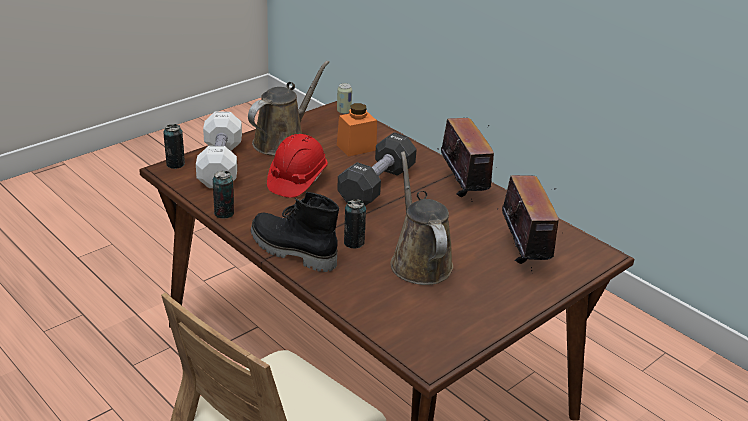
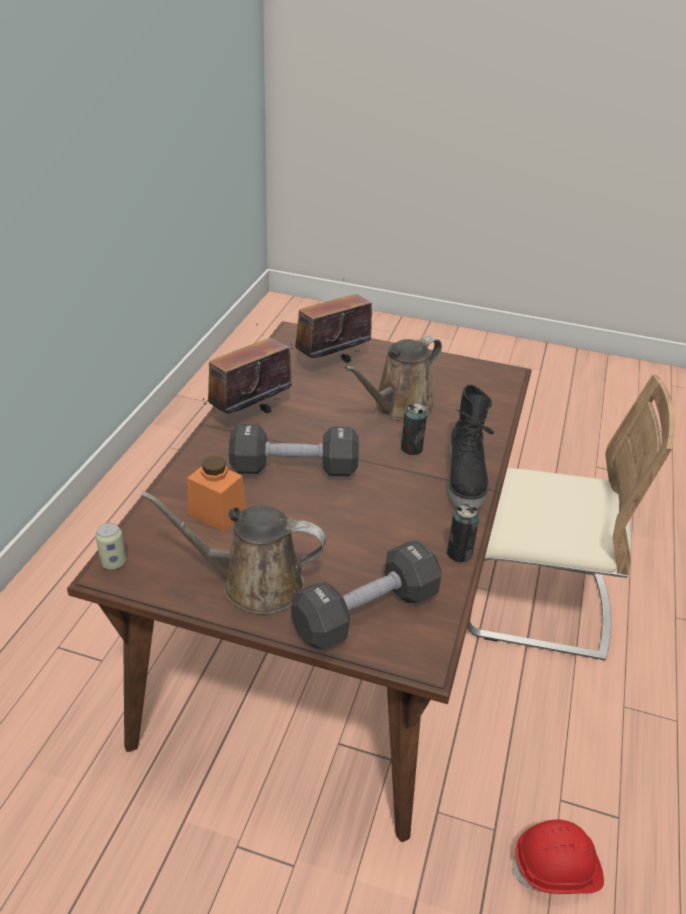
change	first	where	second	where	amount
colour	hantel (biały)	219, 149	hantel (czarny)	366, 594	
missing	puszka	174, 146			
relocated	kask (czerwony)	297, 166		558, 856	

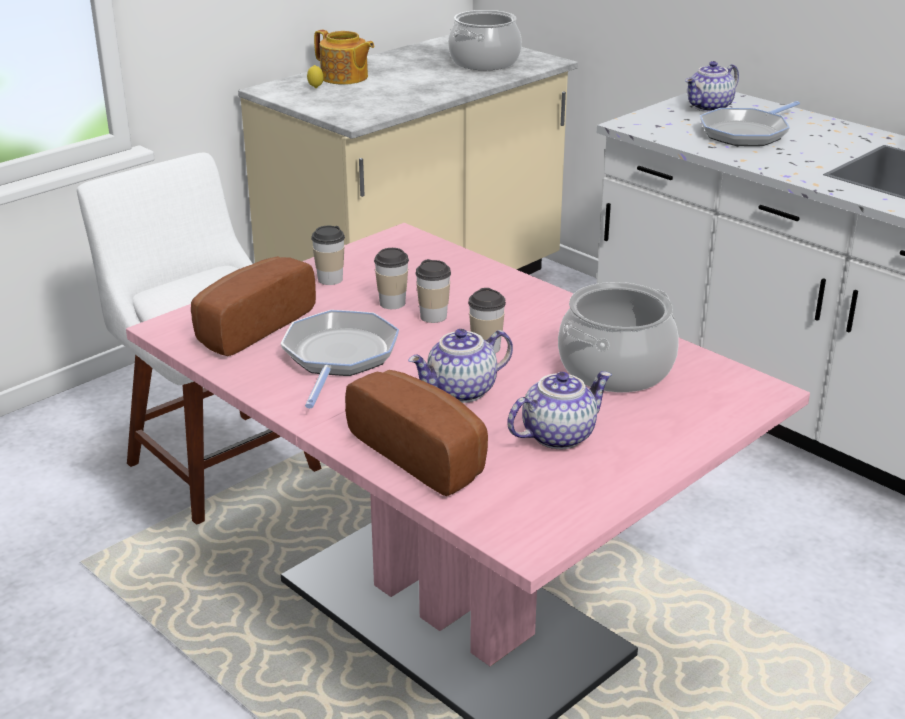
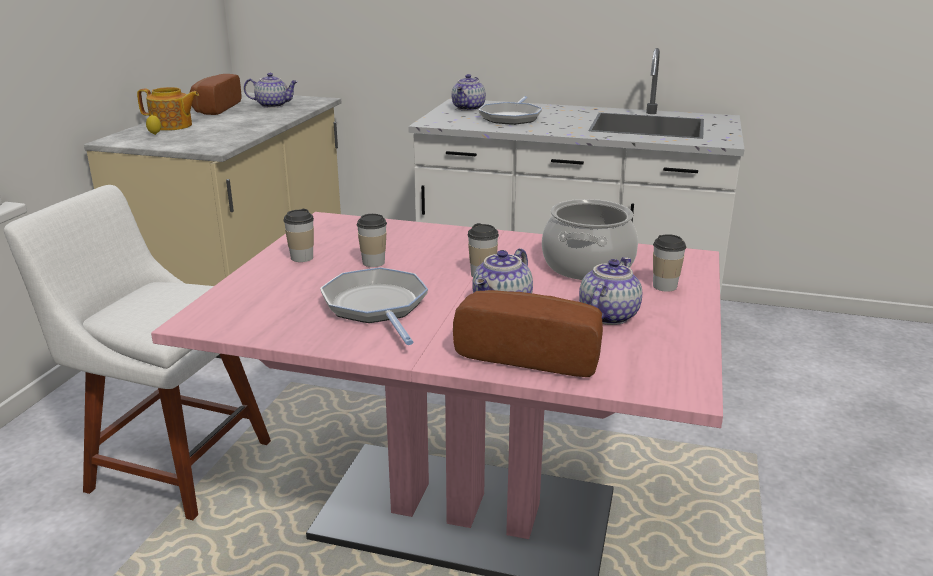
change	first	where	second	where	amount
exchanged	garnek	485, 40	imbryk	271, 90	
relocated	chleb	253, 306		215, 94	
relocated	filiżanka	433, 291		669, 263	

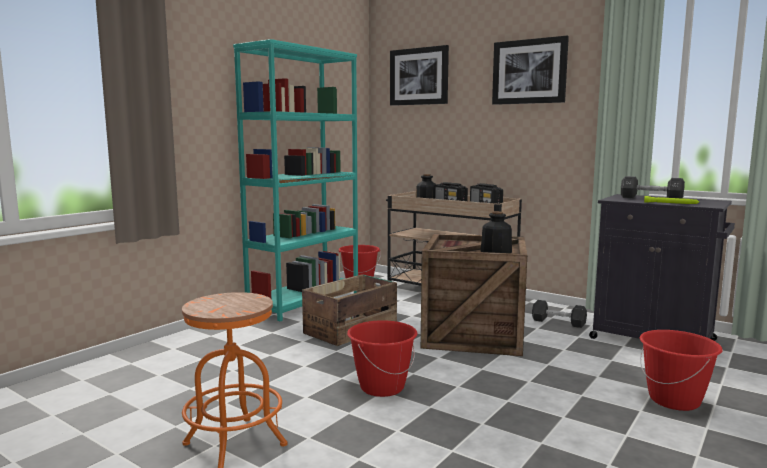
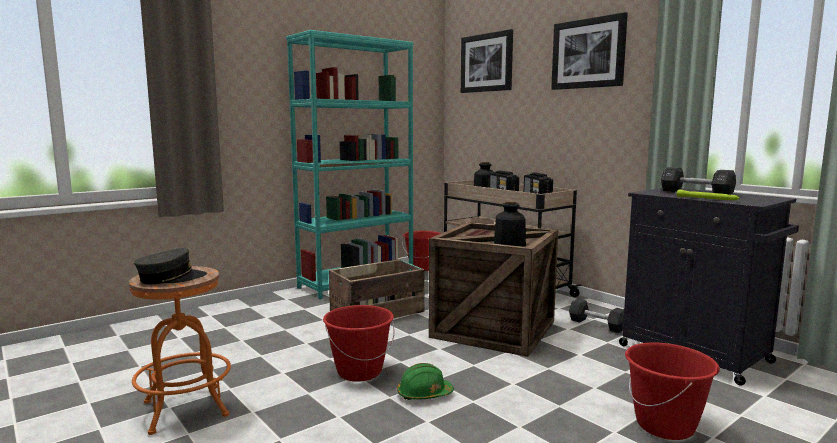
change	first	where	second	where	amount
appeared			czapka z daszkiem (szary)	170, 266	
appeared			kask (zielony)	425, 381	

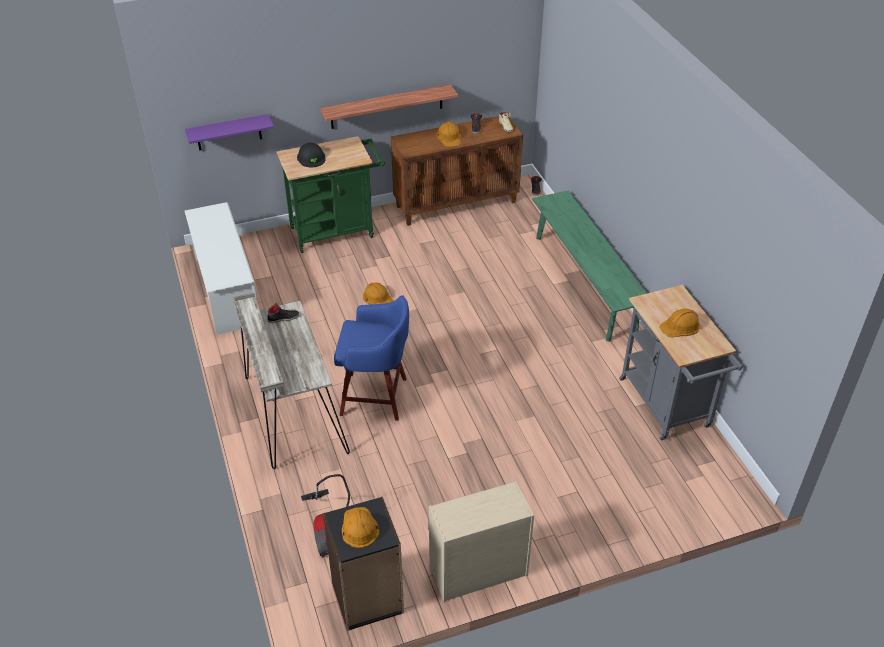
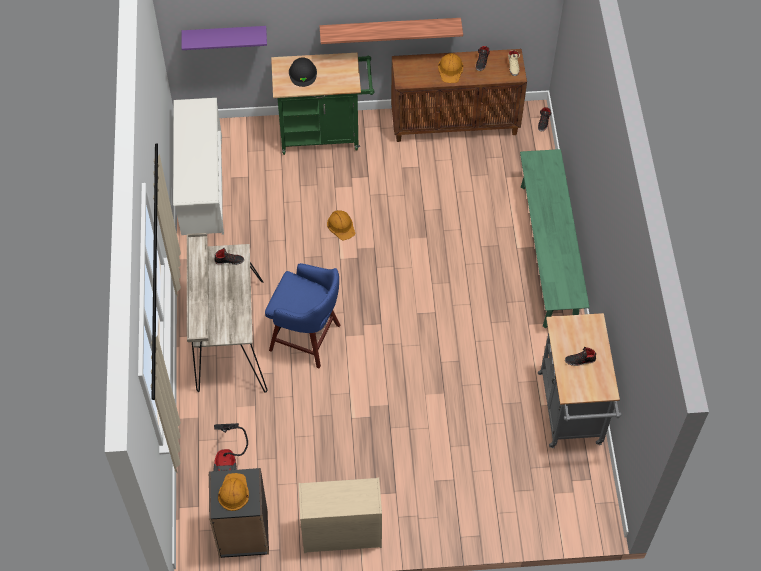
change	first	where	second	where	amount
exchanged	kask (pomarańczowy)	680, 323	but (czarny)	580, 356	

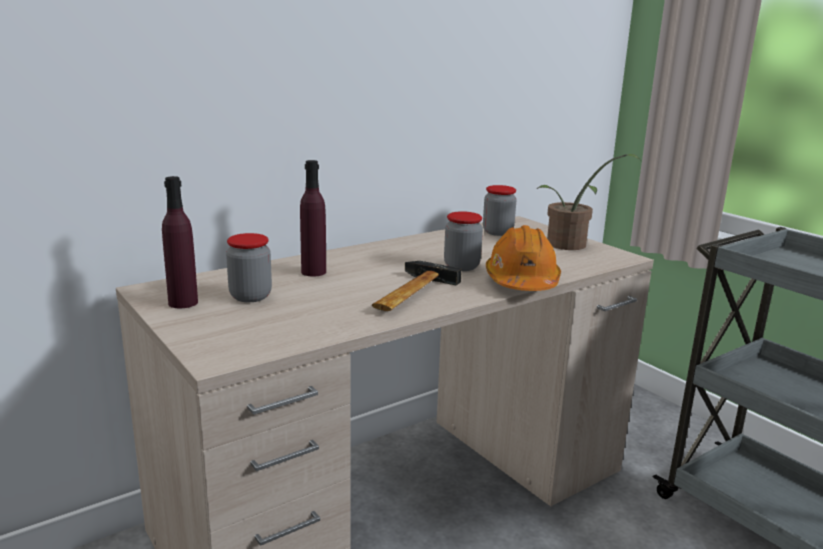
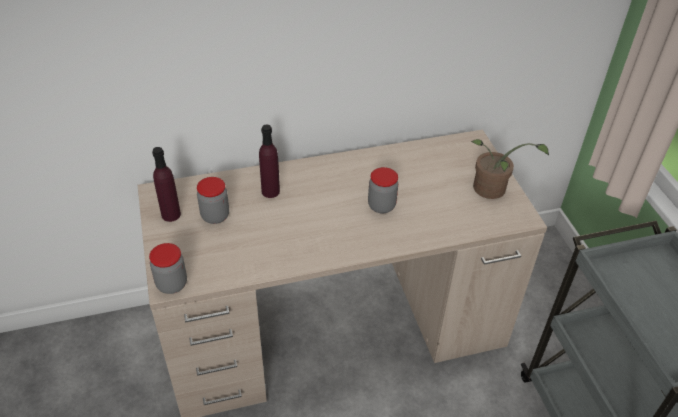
change	first	where	second	where	amount
relocated	słoik	500, 210		168, 268	
missing	kask (pomarańczowy)	523, 258			
missing	młotek	417, 286			

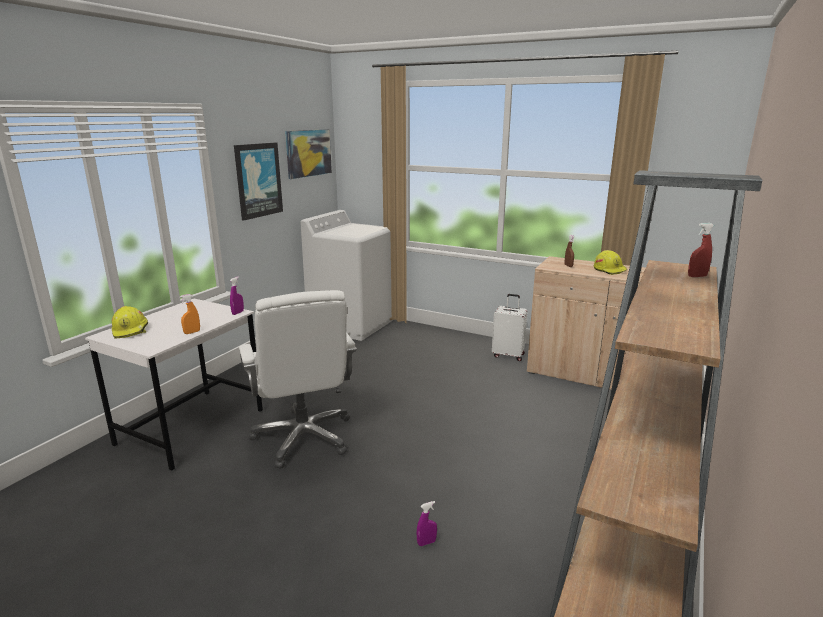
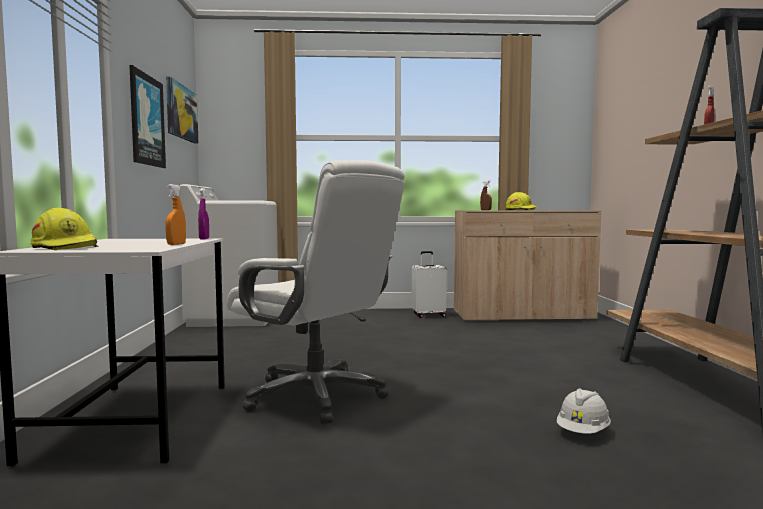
change	first	where	second	where	amount
exchanged	spryskiwacz (fioletowy)	427, 523	kask (biały)	584, 411	

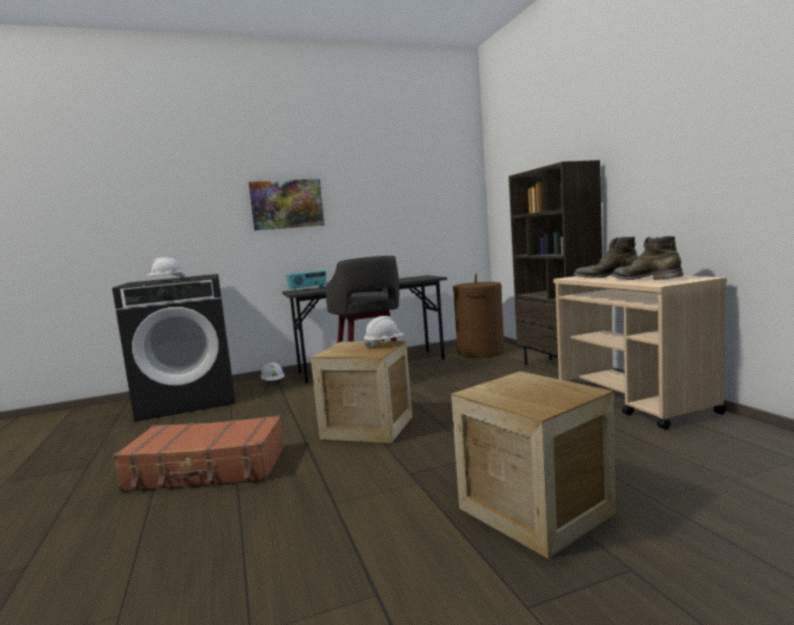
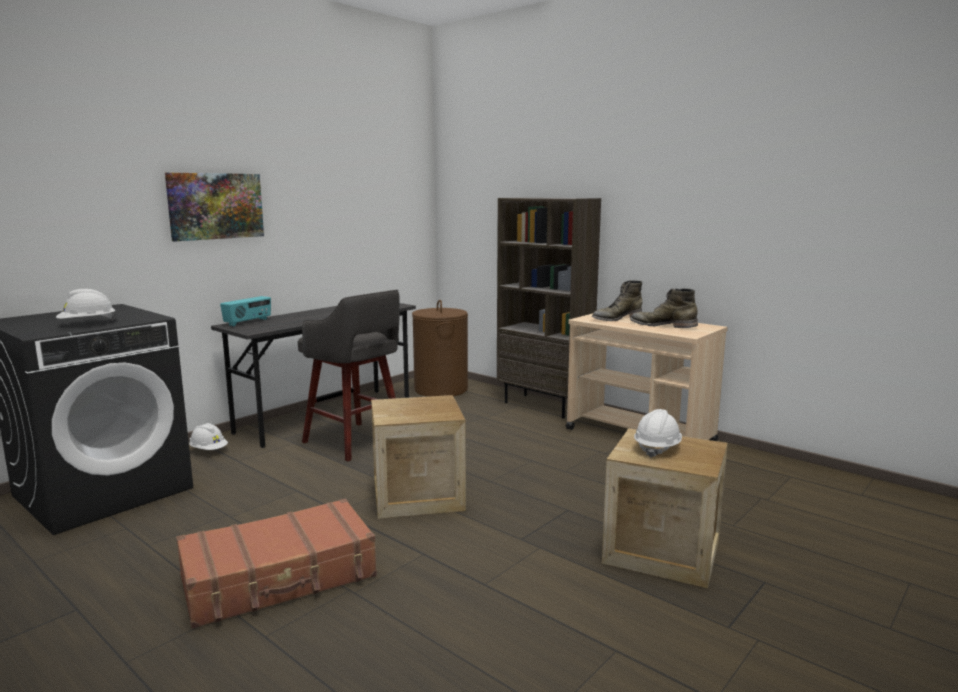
change	first	where	second	where	amount
relocated	kask (biały)	384, 332		658, 433	

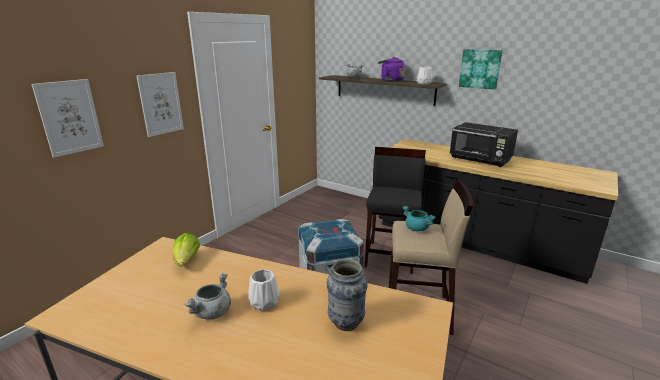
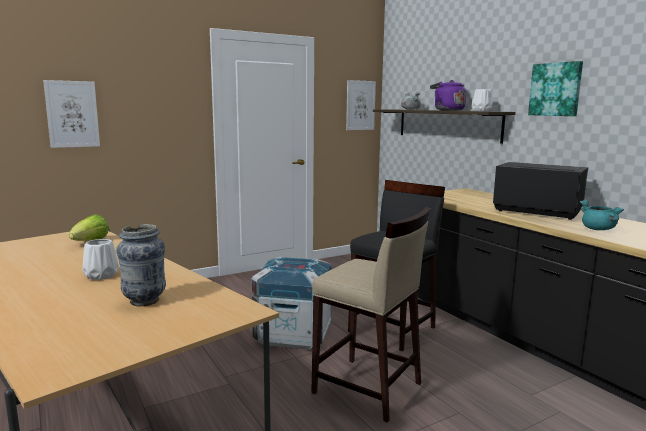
change	first	where	second	where	amount
relocated	obraz	160, 104		361, 105	
spun	mikrofalówka (czarny)	483, 144		540, 191	150 degrees clockwise
relocated	garnek (turkusowy)	419, 218		602, 215	
missing	garnek (szary)	208, 296			

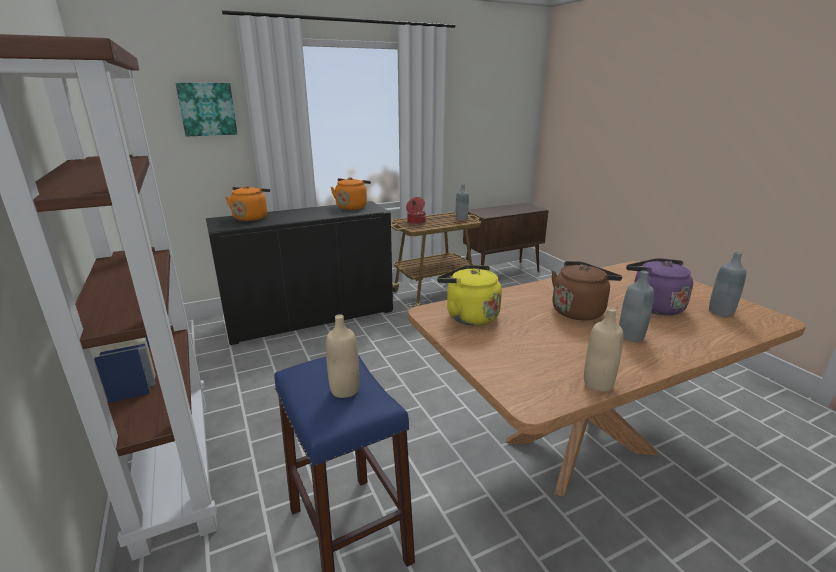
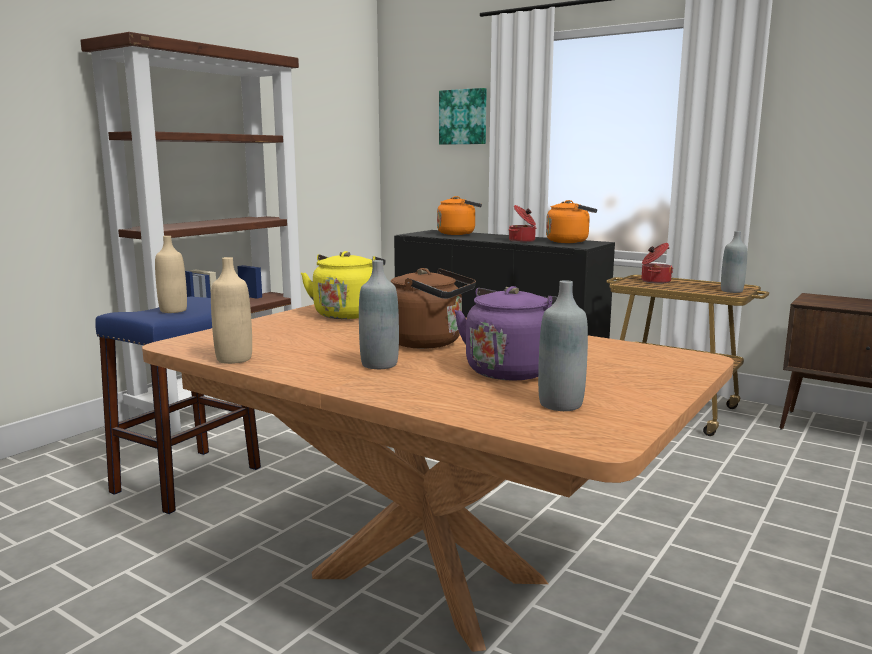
change	first	where	second	where	amount
appeared			garnek	522, 223	

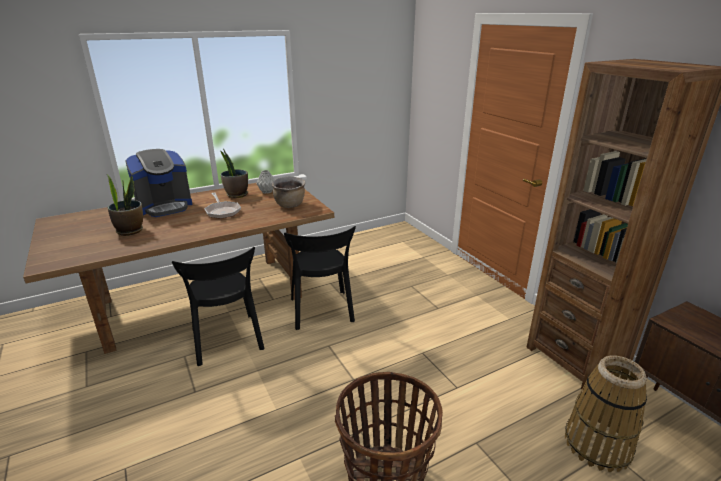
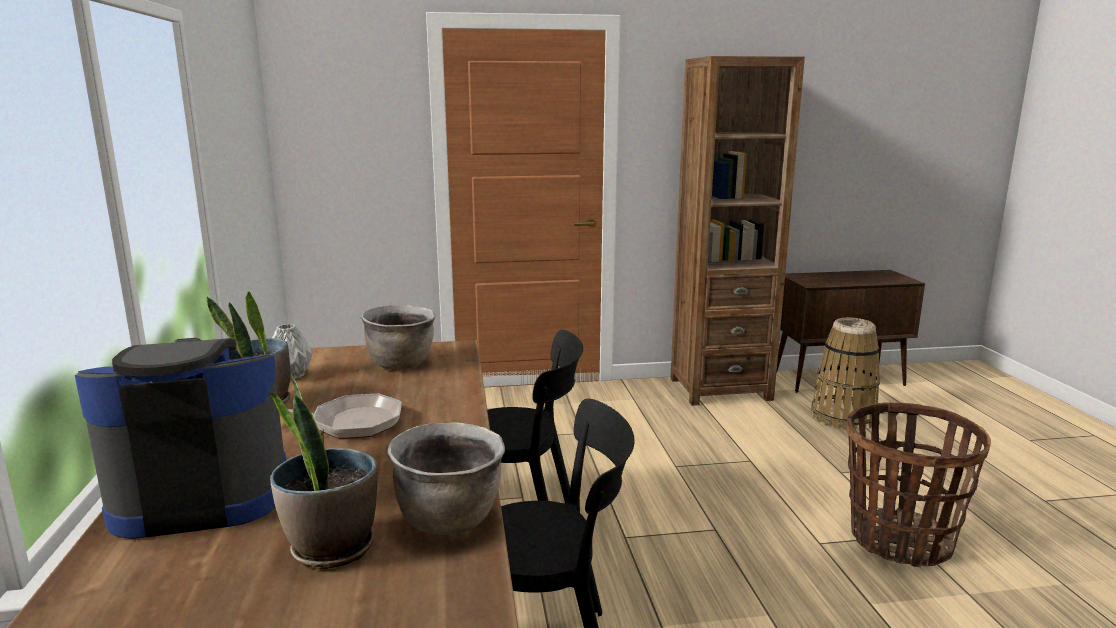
change	first	where	second	where	amount
spun	ekspres do kawy	159, 183		180, 438	90 degrees counterclockwise
appeared			garnek (brązowy)	446, 478	

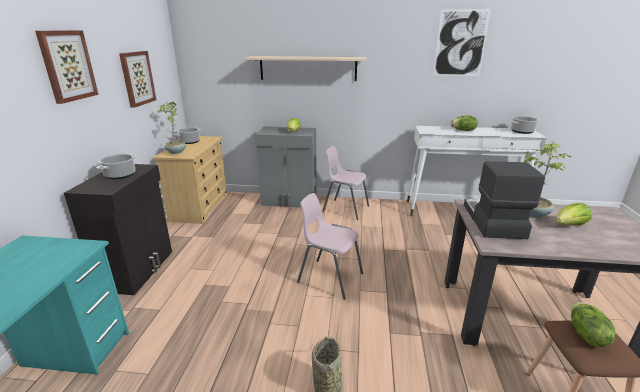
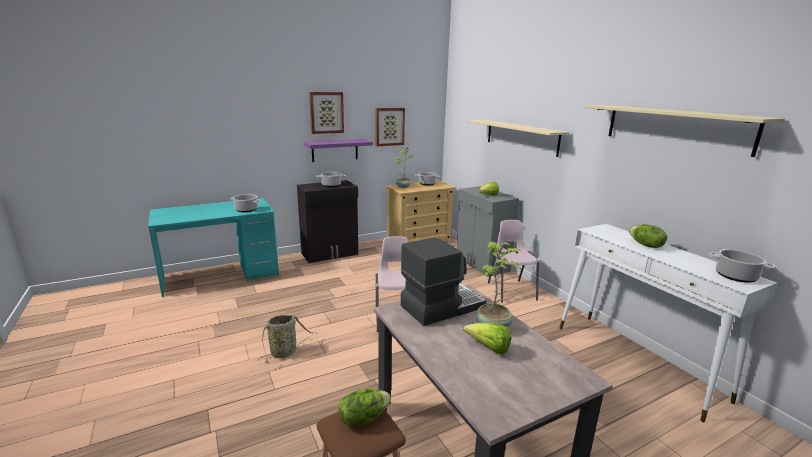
change	first	where	second	where	amount
exchanged	obraz	462, 42	półka (beżowy)	684, 131	
appeared			półka (fioletowy)	338, 150	
appeared			garnek	246, 203	

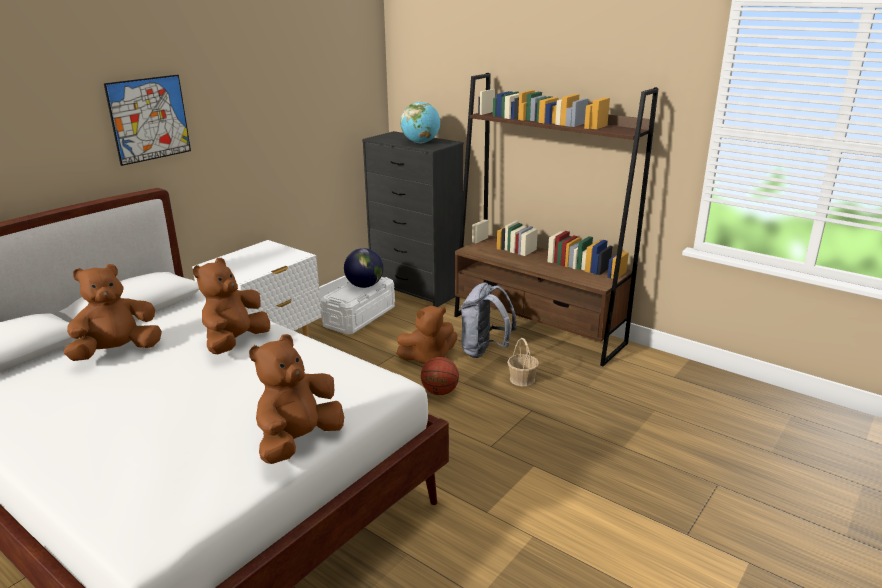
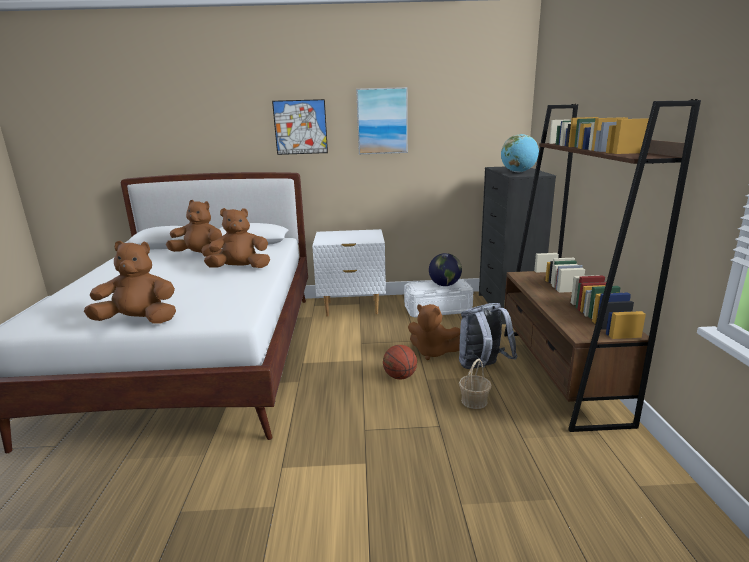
change	first	where	second	where	amount
appeared			obraz	382, 120	

